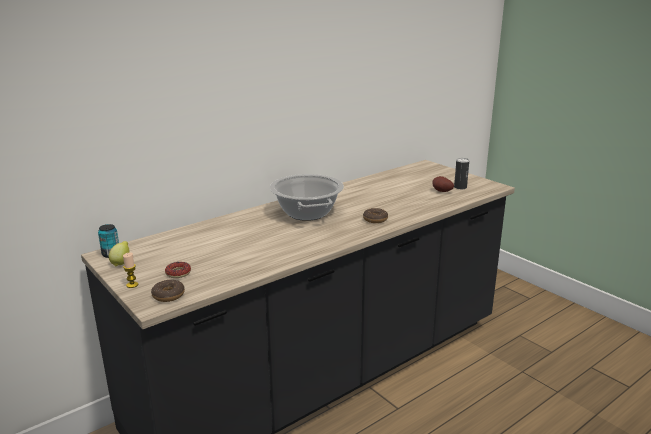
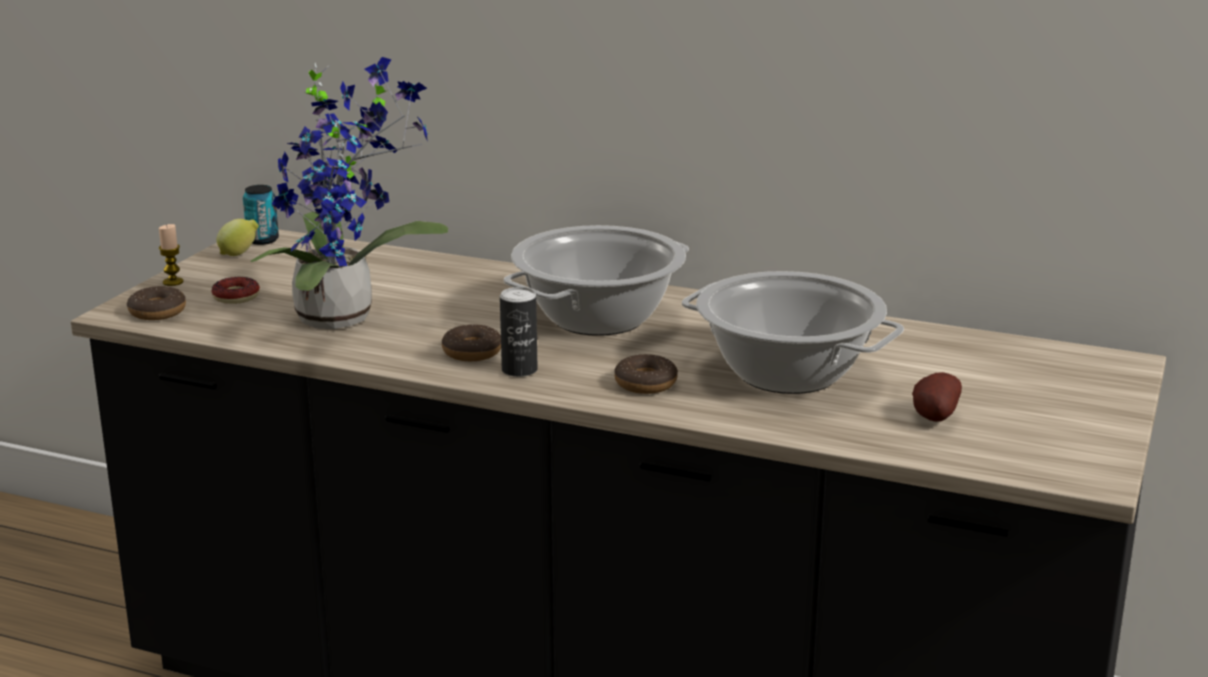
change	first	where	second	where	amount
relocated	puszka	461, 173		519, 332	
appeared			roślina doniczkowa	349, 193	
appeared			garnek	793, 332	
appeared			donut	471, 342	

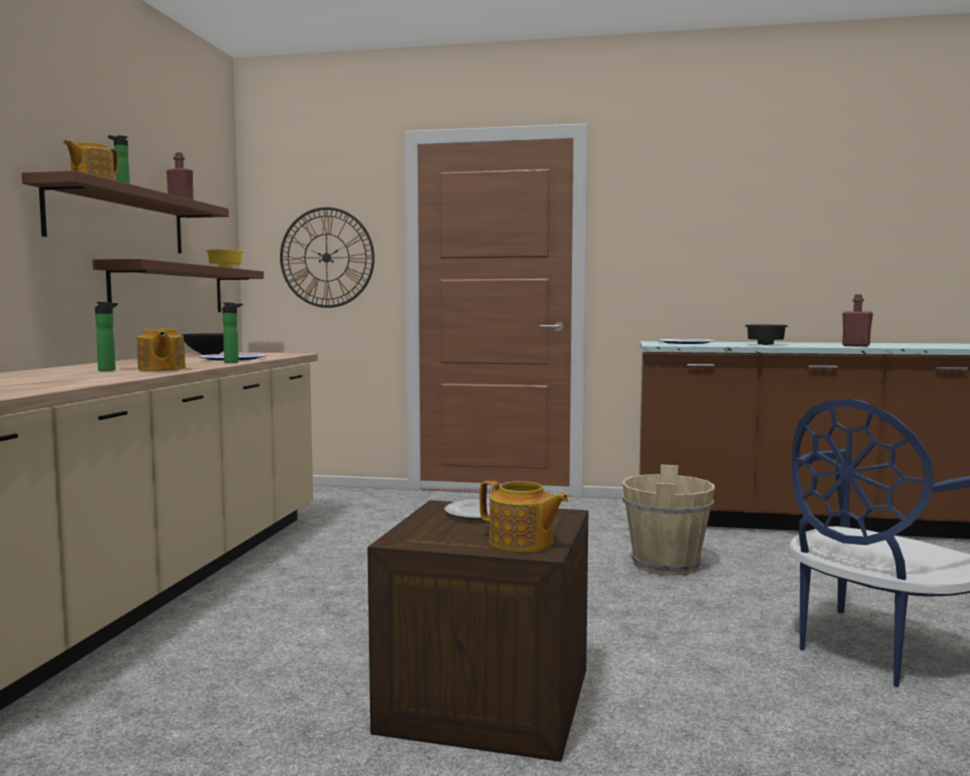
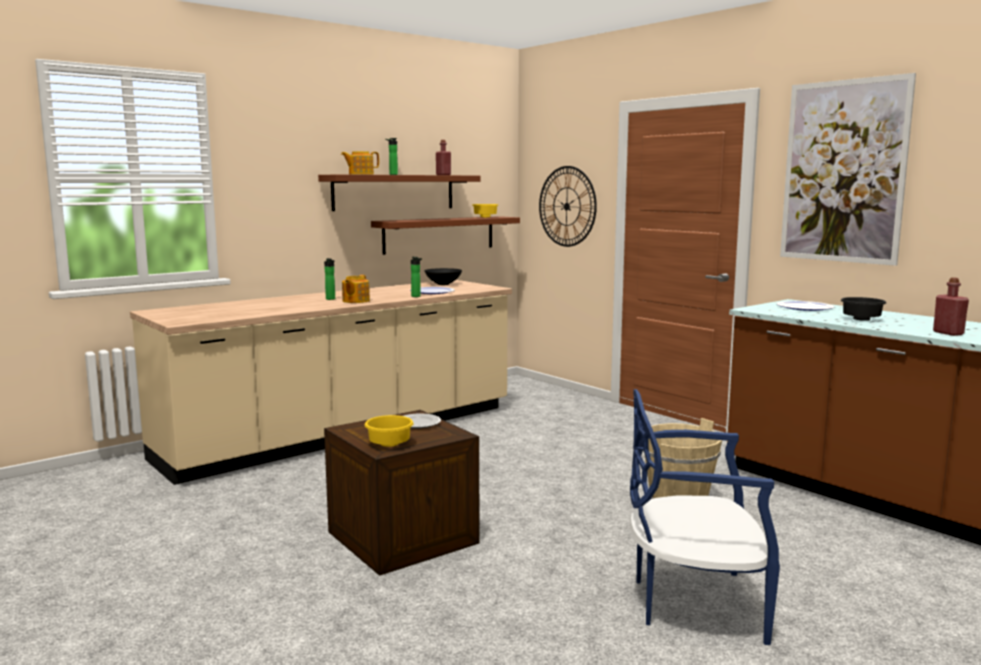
change	first	where	second	where	amount
exchanged	imbryk	524, 516	miska (żółty)	389, 431	
appeared			obraz	848, 169	

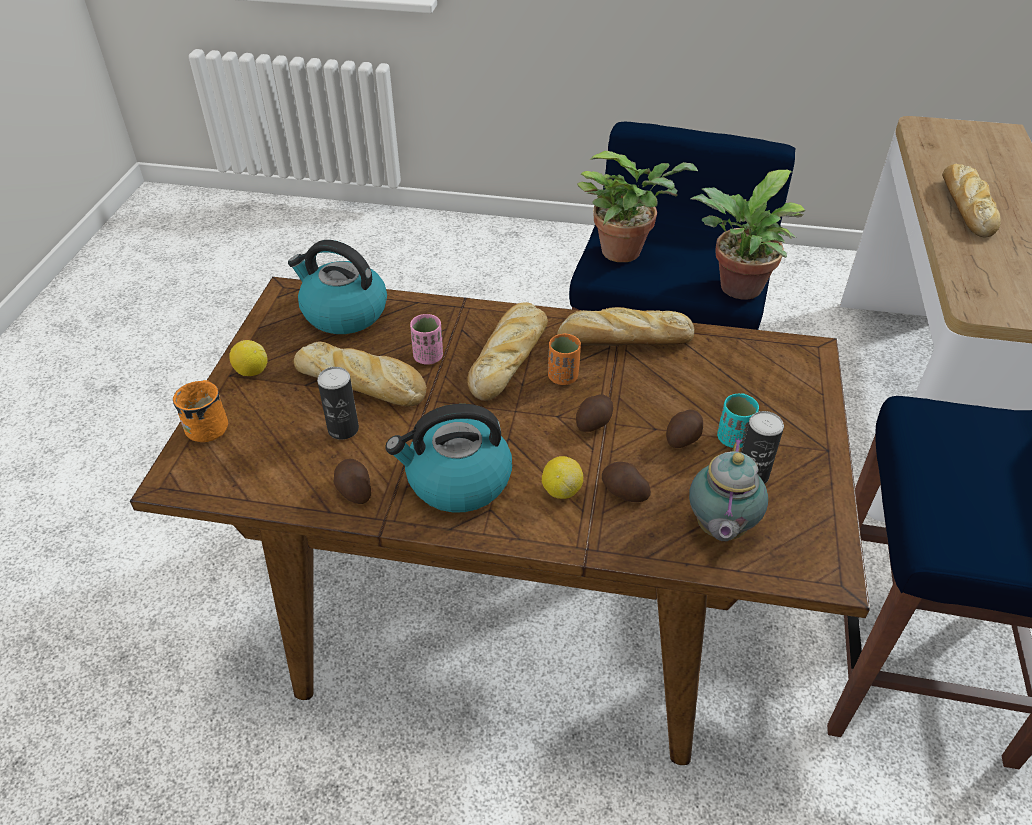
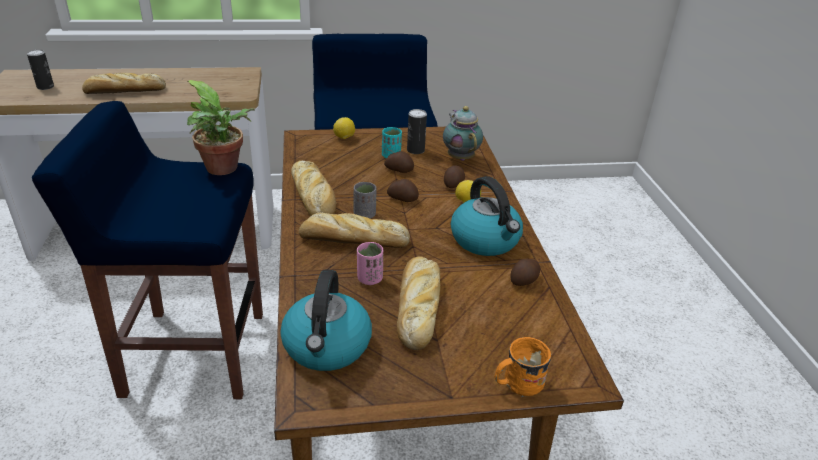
change	first	where	second	where	amount
missing	roślina doniczkowa	637, 206			
colour	filiżanka (pomarańczowy)	564, 359	filiżanka (szary)	365, 200	
relocated	cytryna	248, 358		344, 128	
relocated	puszka	338, 403		40, 69	
spun	imbryk	728, 489		463, 133	105 degrees counterclockwise

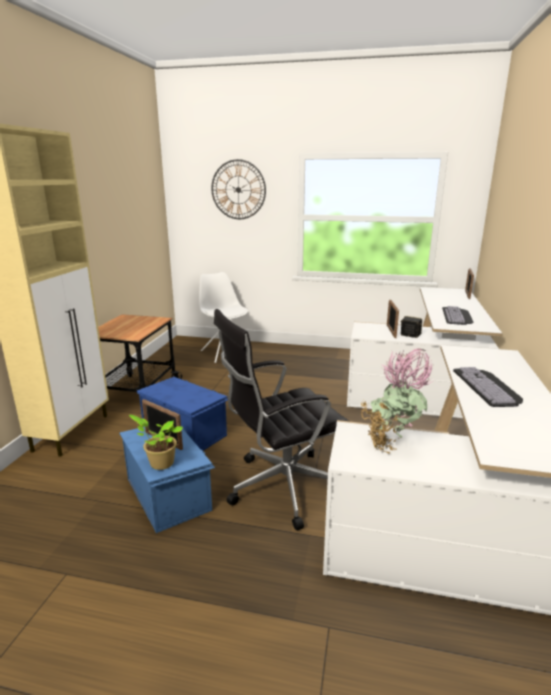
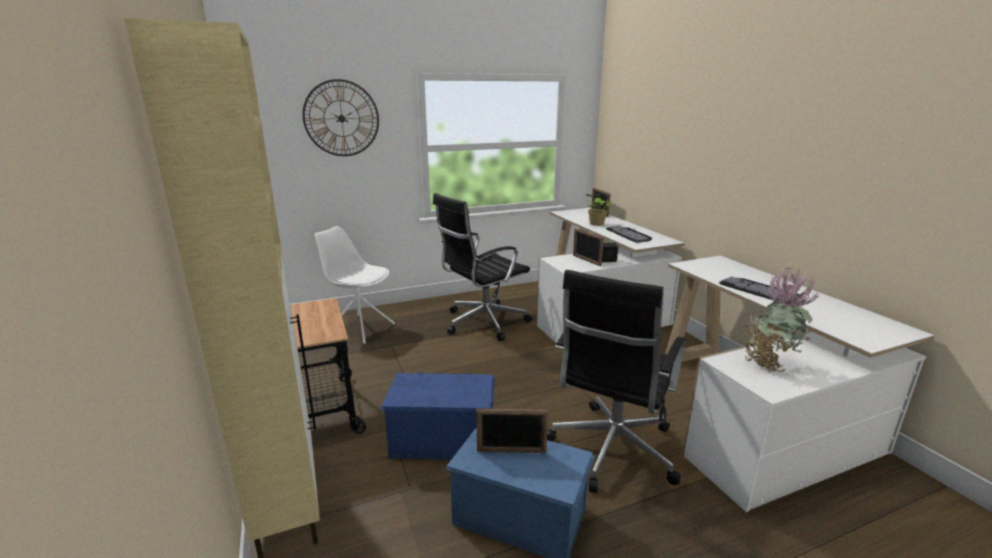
change	first	where	second	where	amount
relocated	roślina doniczkowa	156, 442		598, 210	
appeared			krzesło biurowe (czarny)	482, 267	

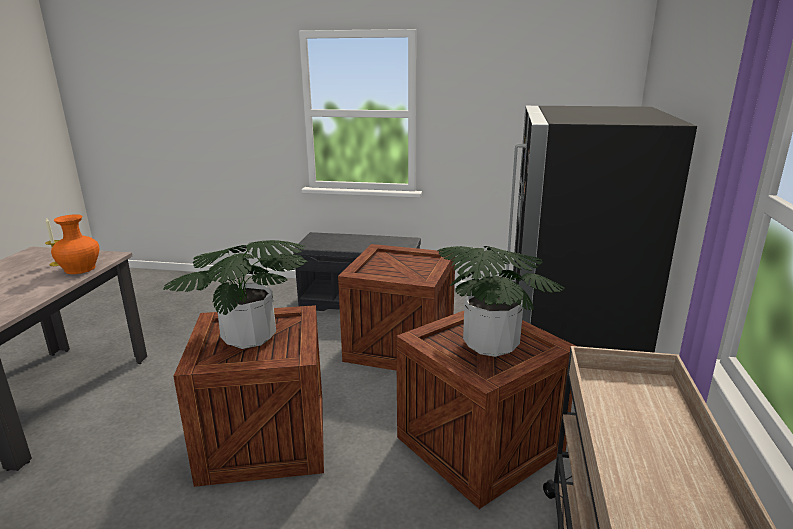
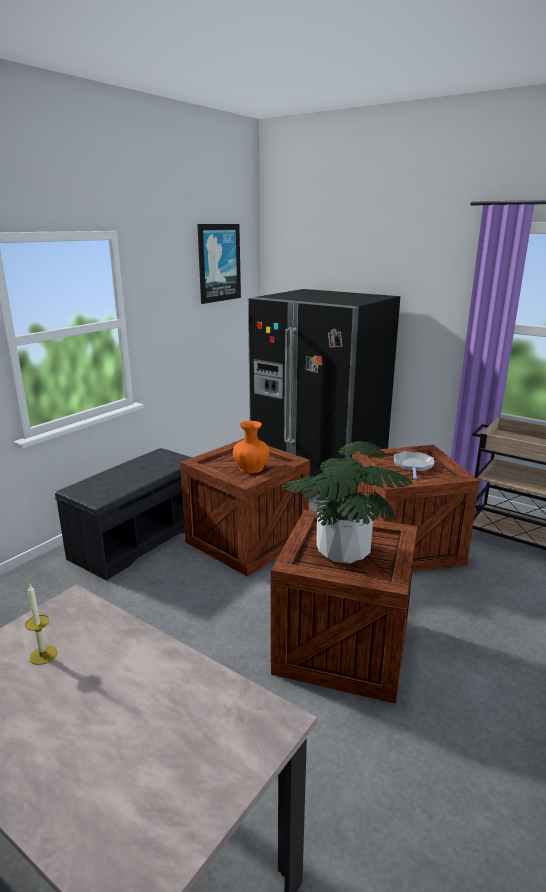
change	first	where	second	where	amount
relocated	wazon (pomarańczowy)	75, 244		251, 447	
exchanged	roślina doniczkowa	501, 301	patelnia	414, 465	
appeared			obraz	219, 264	

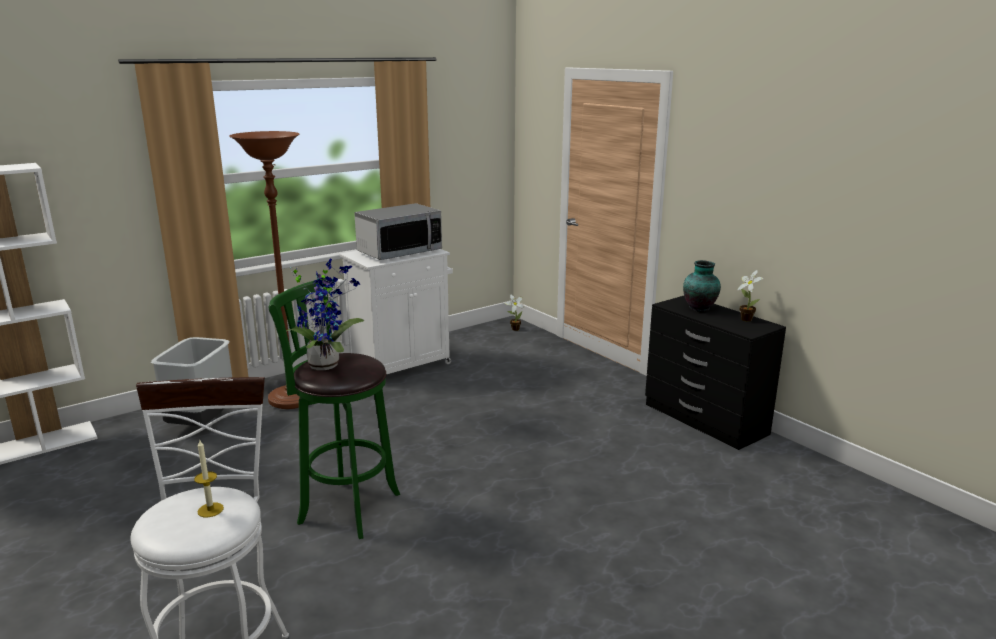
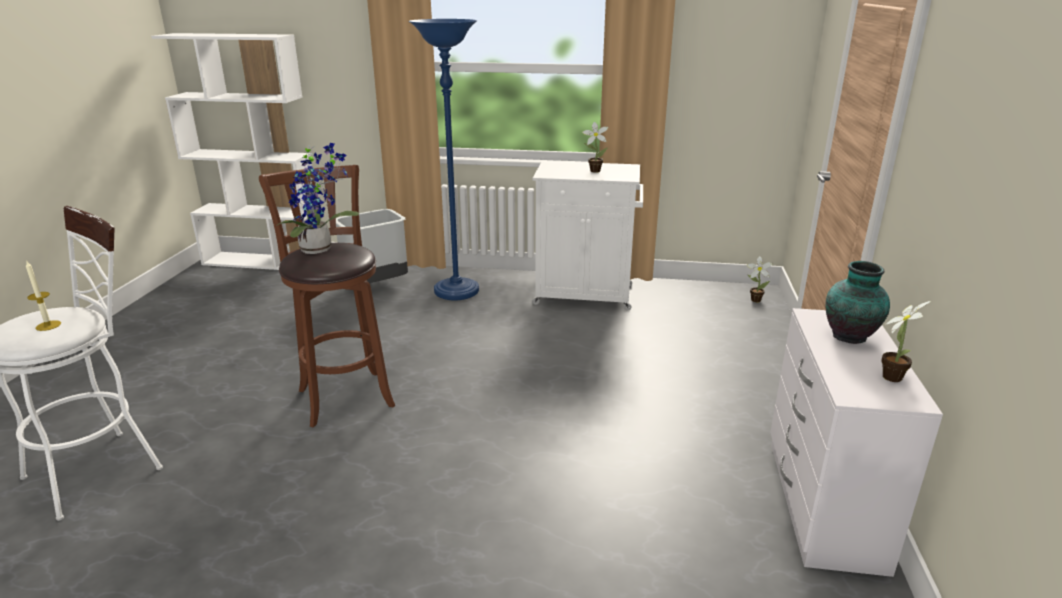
change	first	where	second	where	amount
colour	lampa stojąca (brązowy)	264, 270	lampa stojąca (niebieski)	444, 160	
exchanged	mikrofalówka	398, 231	roślina doniczkowa	595, 147	
colour	stołek (zielony)	334, 409	stołek (brązowy)	327, 296	
colour	komoda (czarny)	715, 373	komoda (biały)	856, 442	

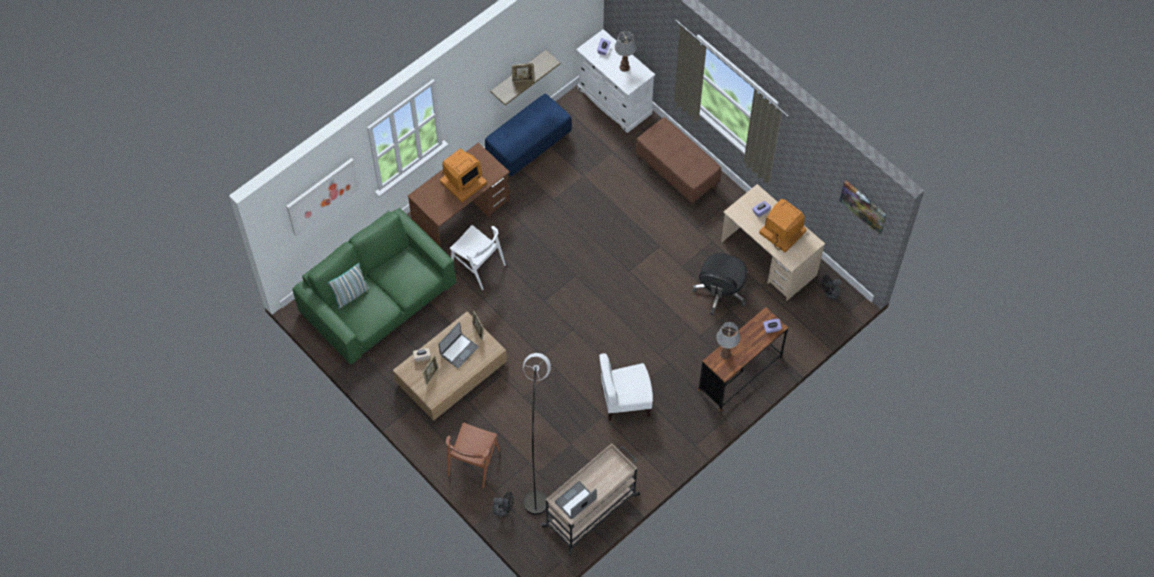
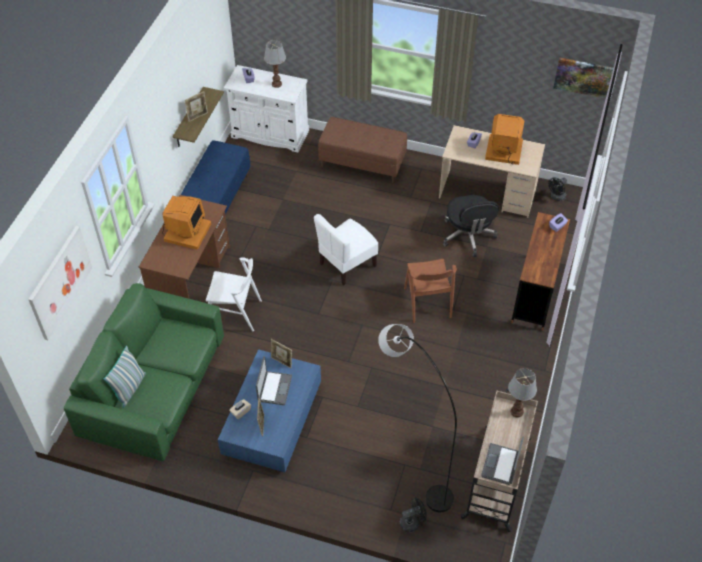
change	first	where	second	where	amount
colour	ława (brązowy)	450, 366	ława (niebieski)	269, 410	
relocated	lampa stołowa	728, 341		522, 393	
relocated	krzesło (biały)	626, 387		346, 249	
relocated	krzesło (brązowy)	473, 455		430, 291	

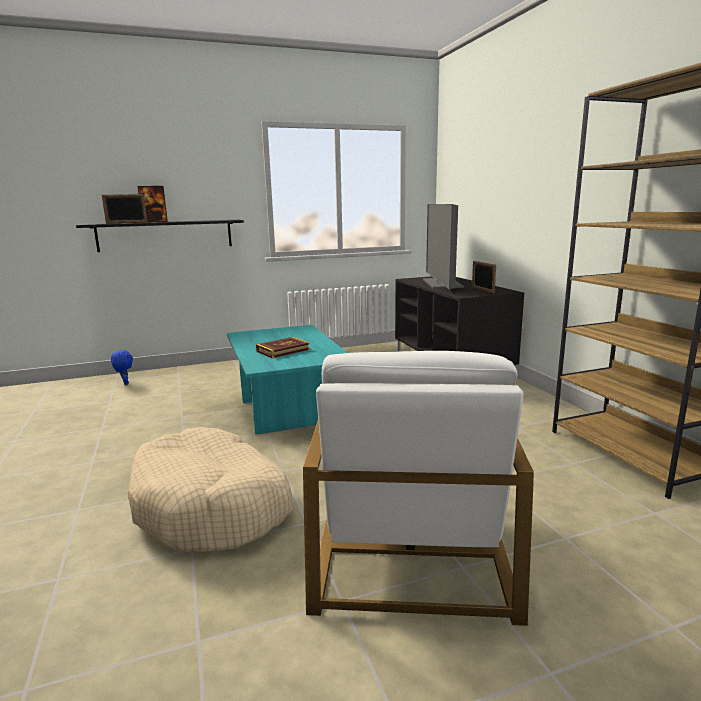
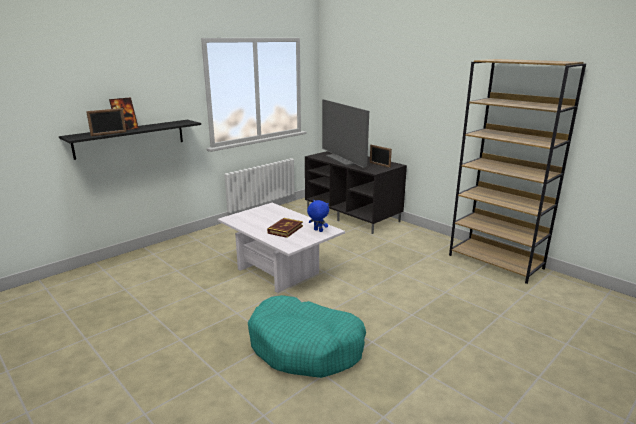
change	first	where	second	where	amount
colour	ława (turkusowy)	287, 380	ława (biały)	281, 248	
relocated	pluszak (niebieski)	122, 367		318, 216	
missing	fotel (biały)	418, 488			
colour	legowisko (beżowy)	210, 489	legowisko (turkusowy)	307, 336	

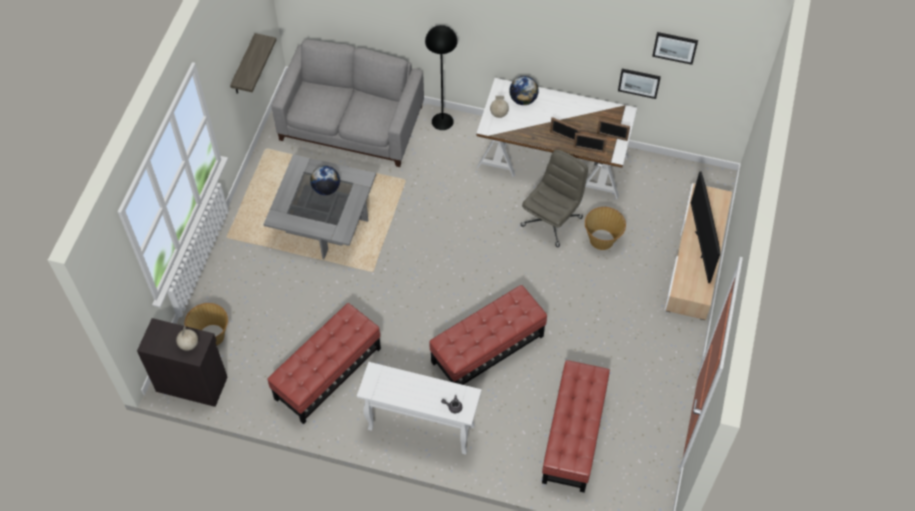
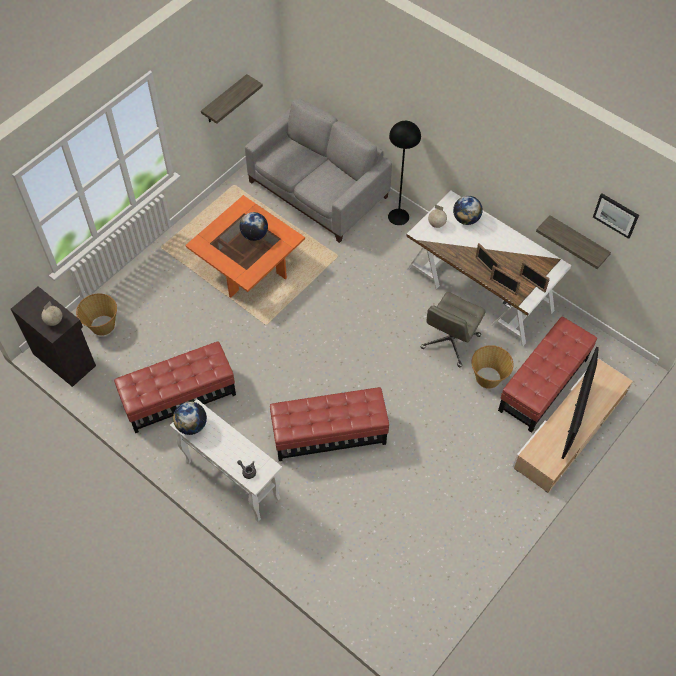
change	first	where	second	where	amount
exchanged	obraz	639, 84	półka	573, 242	
spun	krzesło biurowe (szary)	554, 198		452, 329	150 degrees clockwise
colour	ława (szary)	320, 206	ława (pomarańczowy)	245, 246	
relocated	pufa (czerwony)	576, 426		547, 375	
appeared			globus	190, 418	

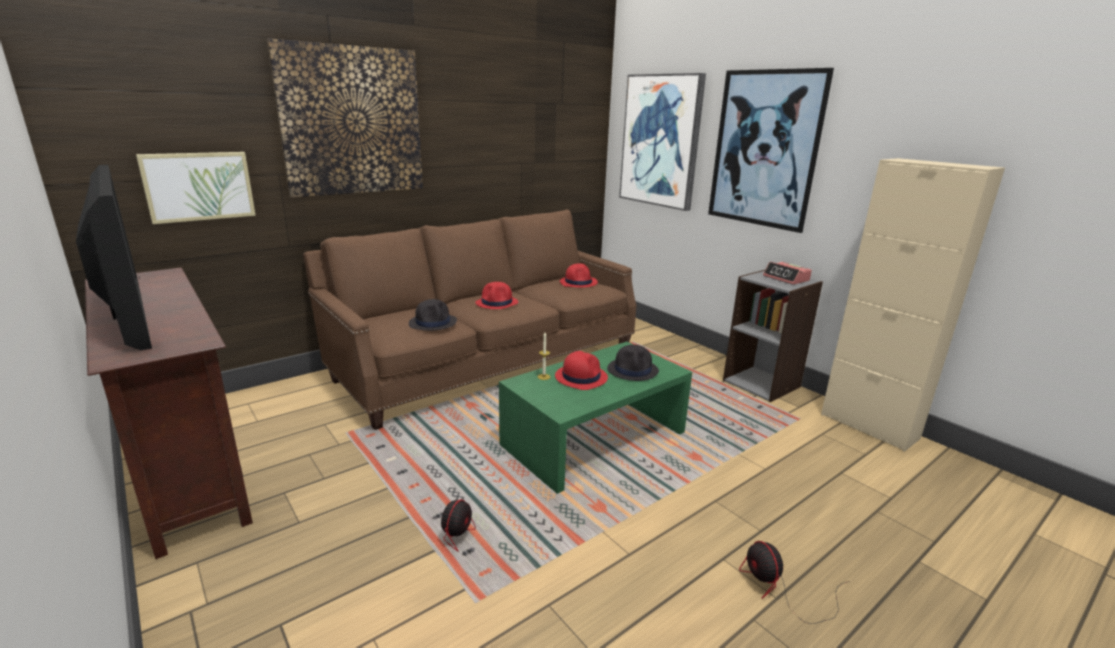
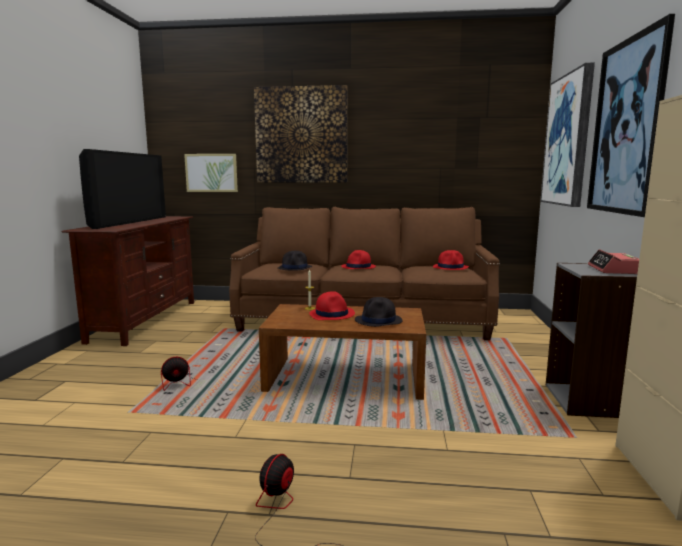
change	first	where	second	where	amount
colour	ława (zielony)	595, 418	ława (brązowy)	342, 352	

